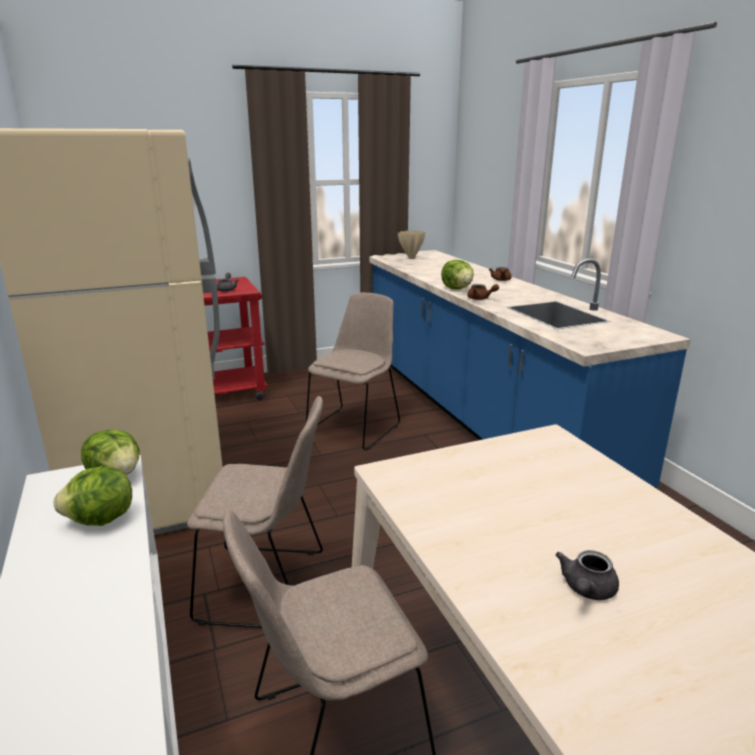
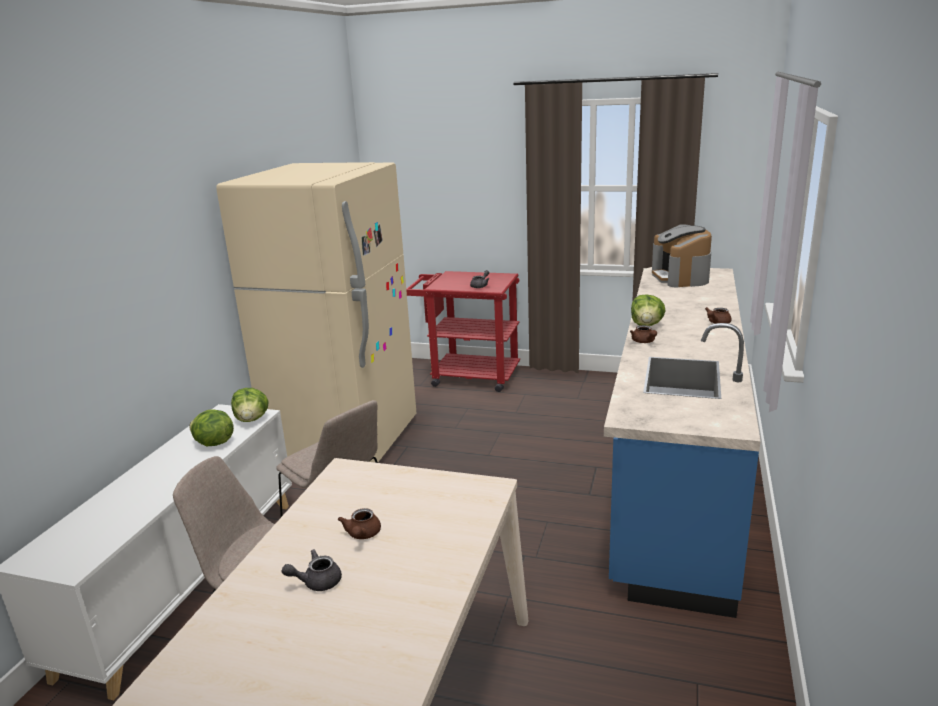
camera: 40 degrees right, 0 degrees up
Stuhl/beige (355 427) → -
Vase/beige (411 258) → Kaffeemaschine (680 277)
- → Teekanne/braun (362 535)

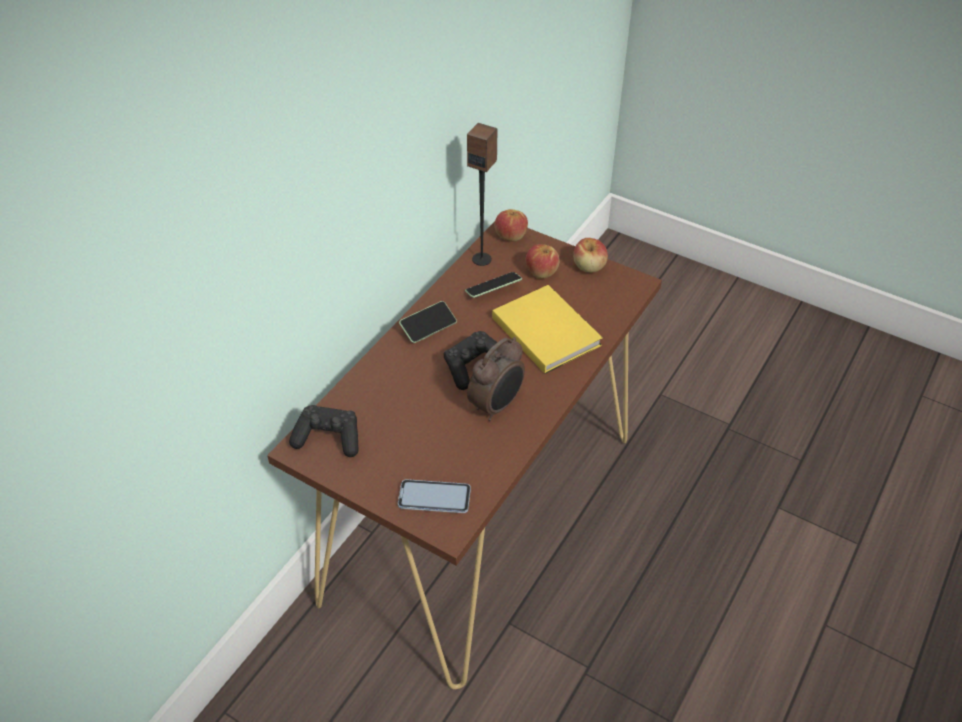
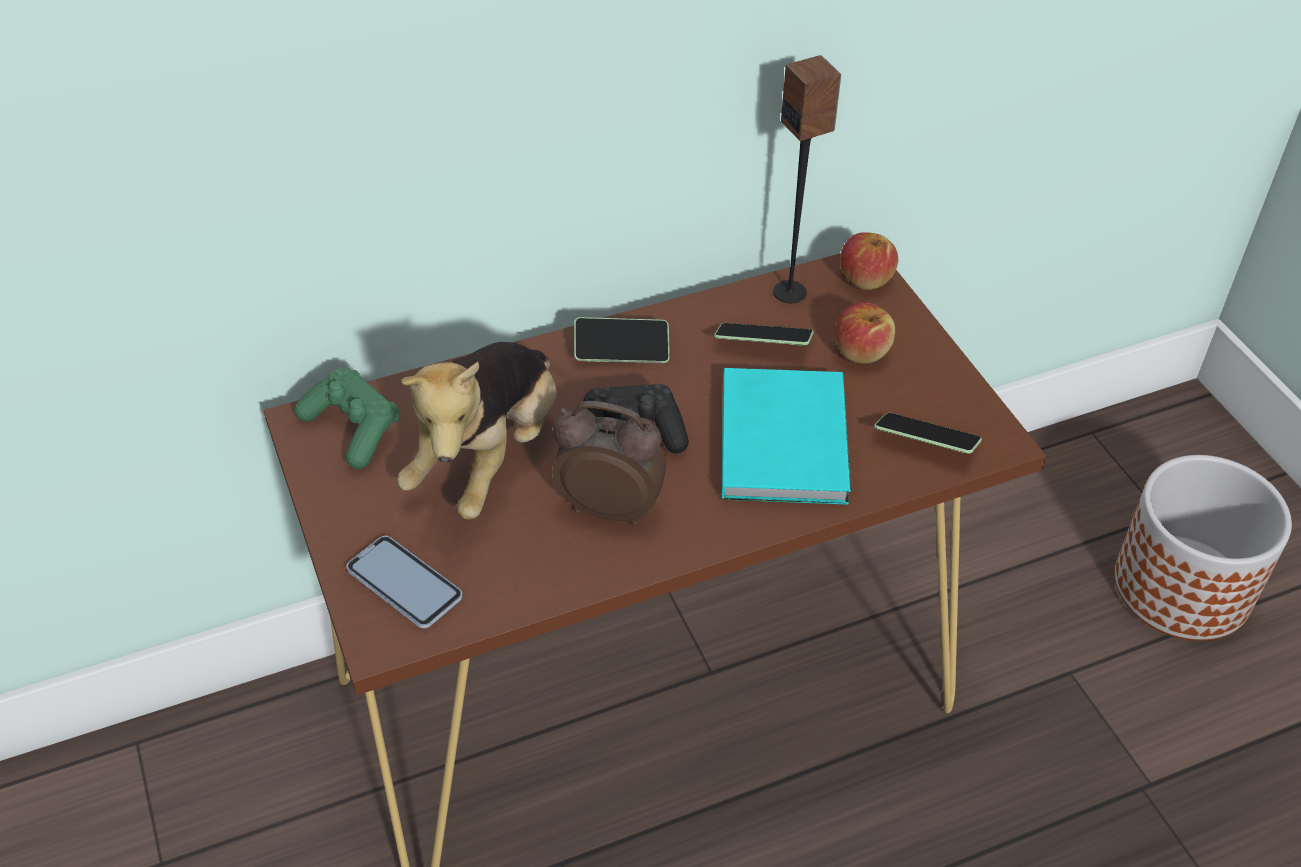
camera: 35 degrees right, 0 degrees up
Gamepad/schwarz (329 438) → Gamepad/grün (353 429)
Wecker (497 405) → Wecker (610 507), 150 degrees counterclockwise
Buch/gelb (545 329) → Buch/türkis (786 437)
Apfel (589 266) → -
- → Plüschtier (489 457)
- → Handy (925 443)
- → Pflanzkübel (1181 586)

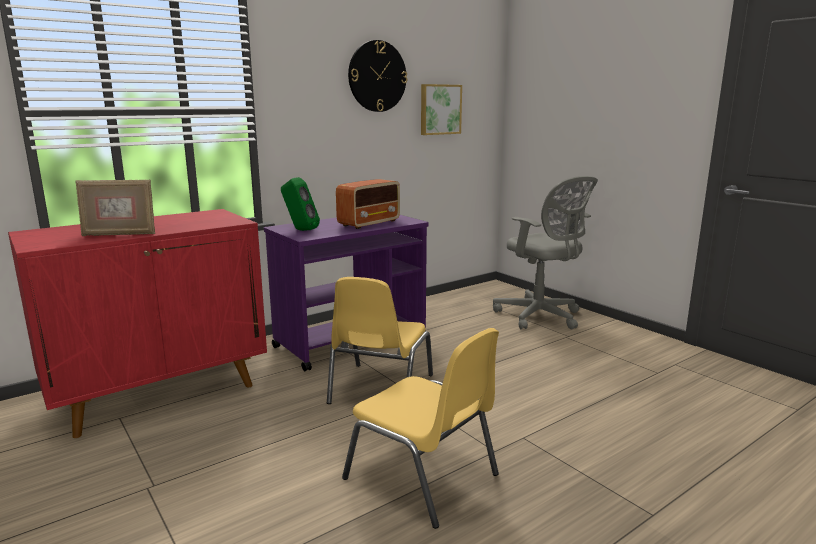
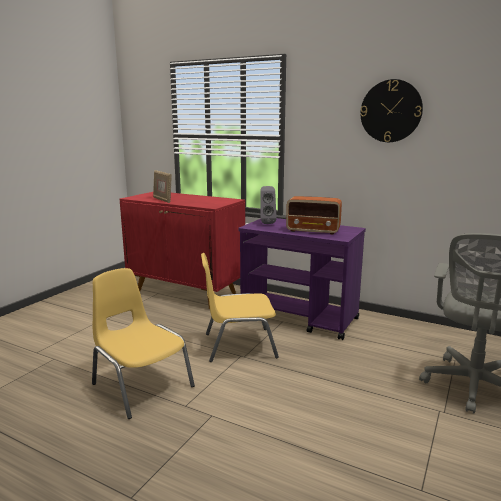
camera: 65 degrees right, 0 degrees up
Lautsprecher/grün (300 230) → Lautsprecher/grau (267 223)
Stuhl/gelb (423 477) → Stuhl/gelb (141 385), 120 degrees clockwise
Bild (439 109) → -

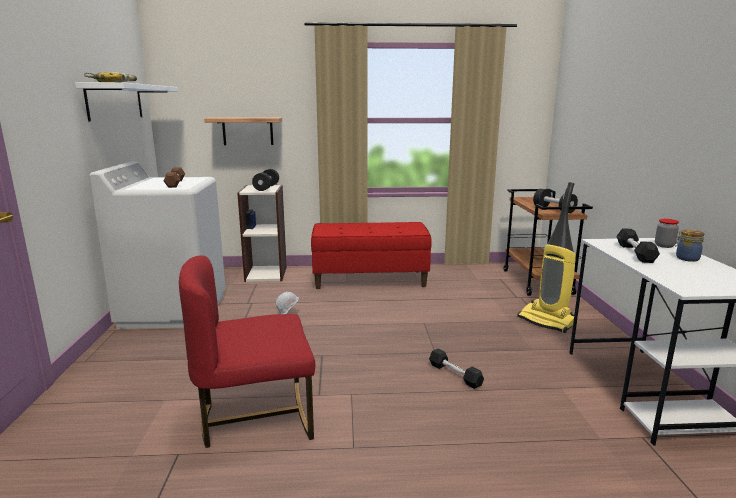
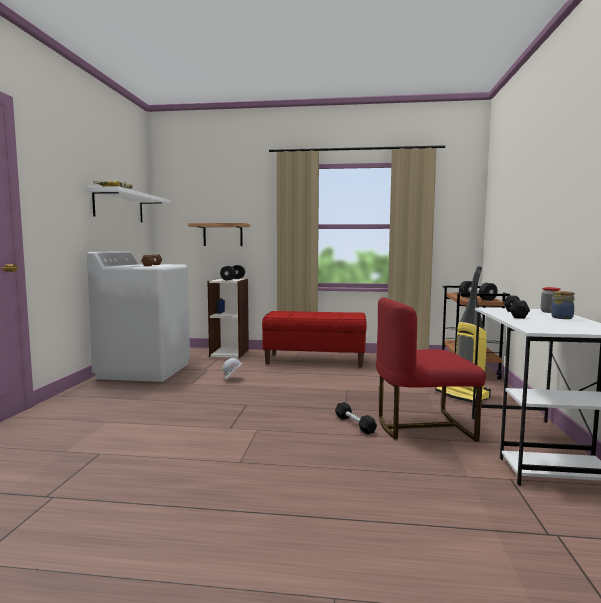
camera: 10 degrees right, 10 degrees down
Stuhl/rot (256 417) → Stuhl/rot (422 426), move

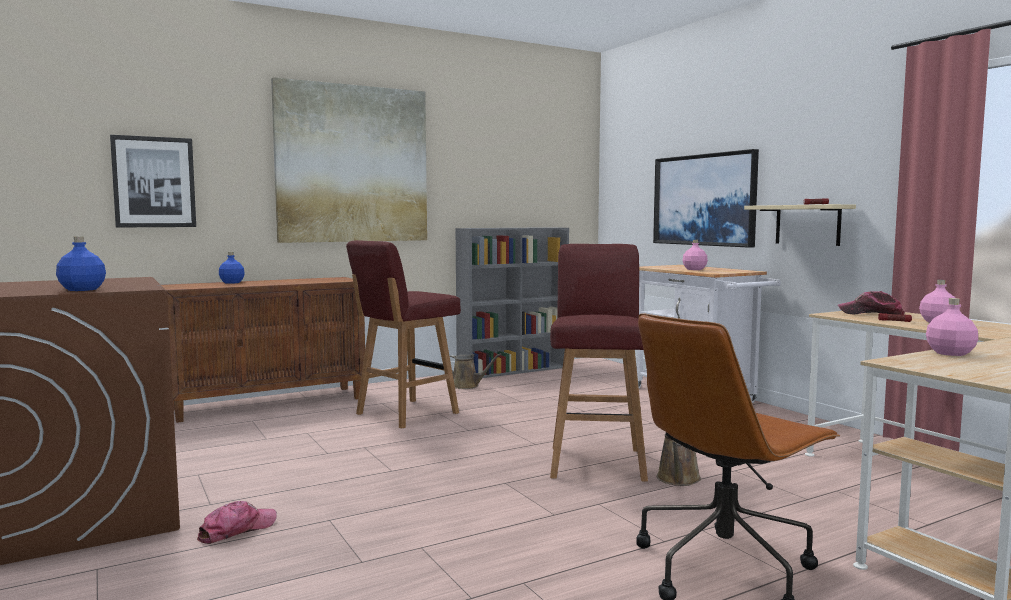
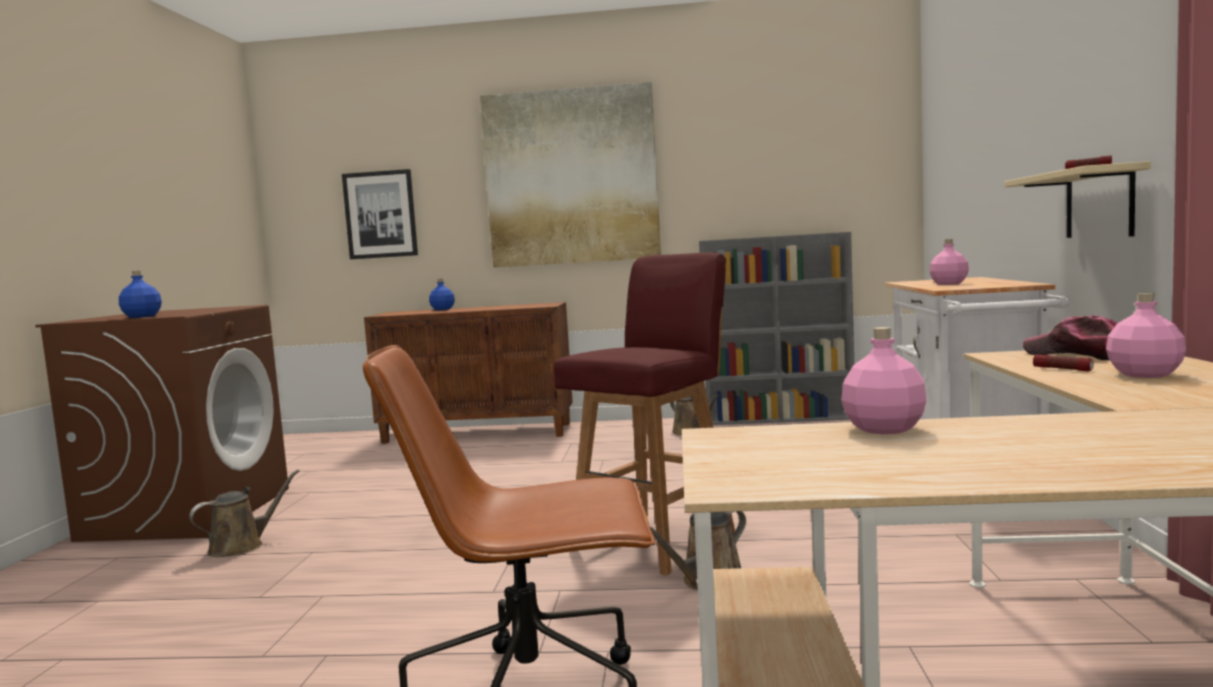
camera: 35 degrees right, 0 degrees up
Kappe (237 530) → Gießkanne/braun (241 546)
Hocker/rot (405 414) → -
Bild (704 200) → -

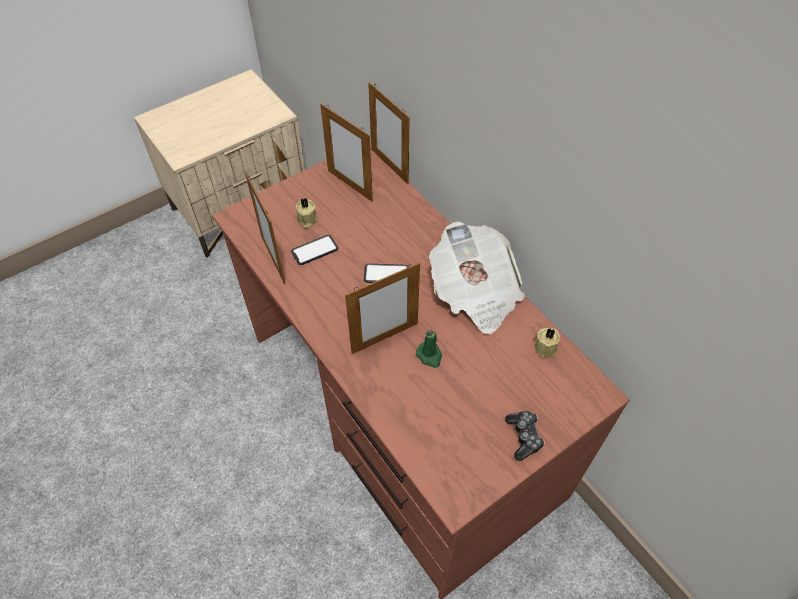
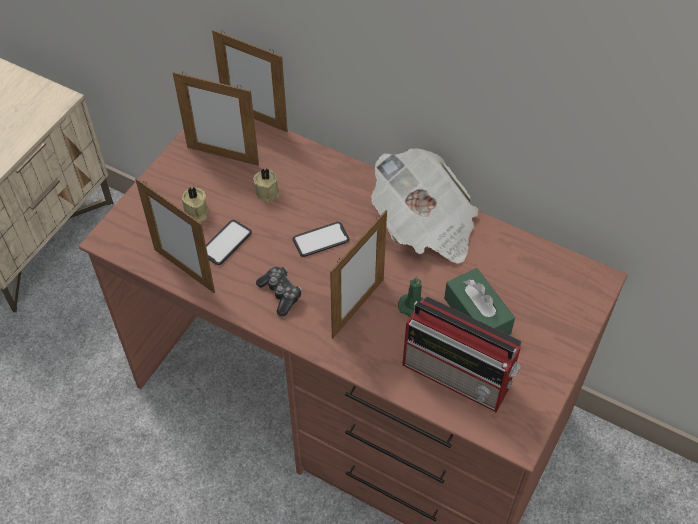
camera: 25 degrees left, 0 degrees up
Gamepad (524 437) → Gamepad (280 294), move
Kerze/beige (546 347) → Kerze/beige (268 191), move
- → Radio (458 376)
- → Taschentuchbox/grün (477 316)

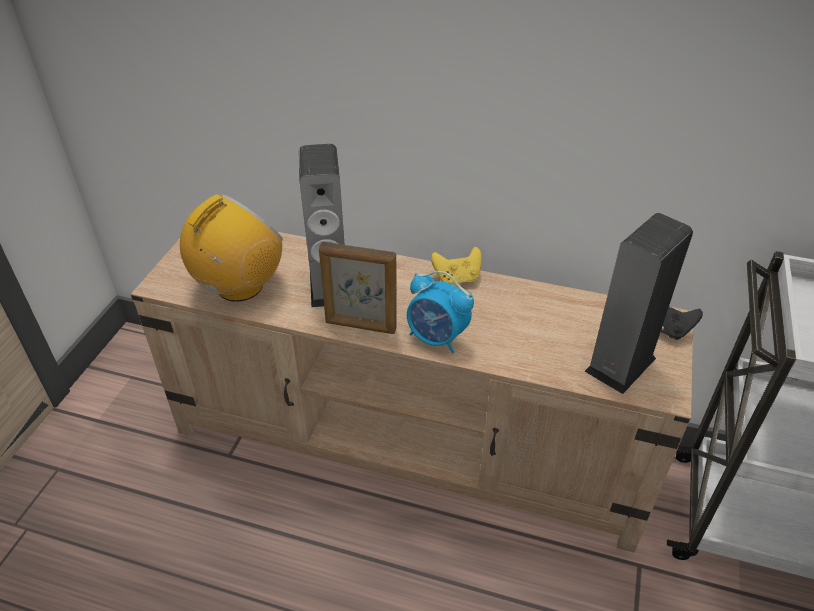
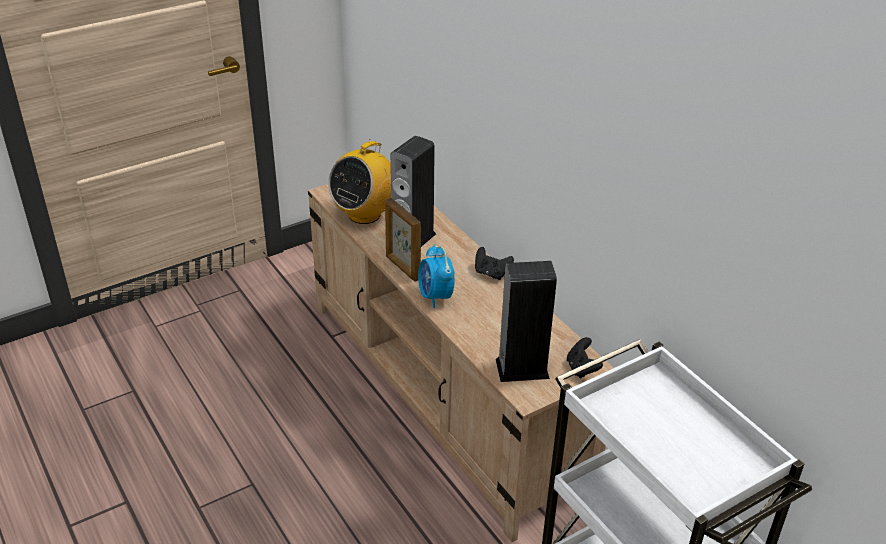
camera: 40 degrees right, 5 degrees down
Radio (239 287) → Radio (364 214), 135 degrees clockwise
Gamepad/gelb (457 278) → Gamepad/schwarz (491 273)

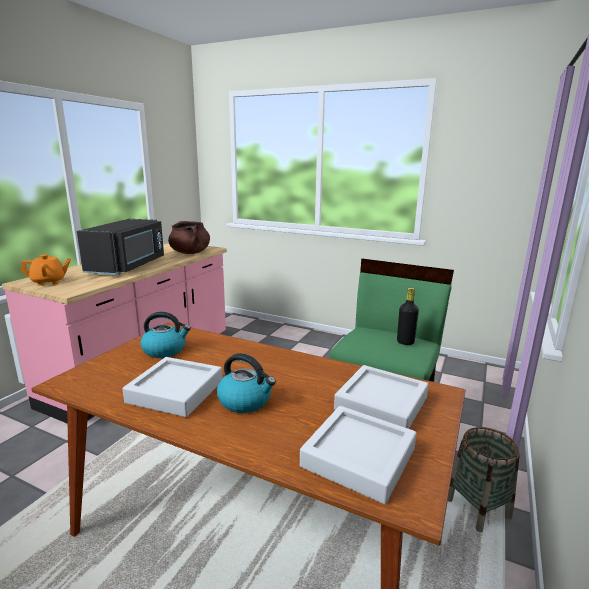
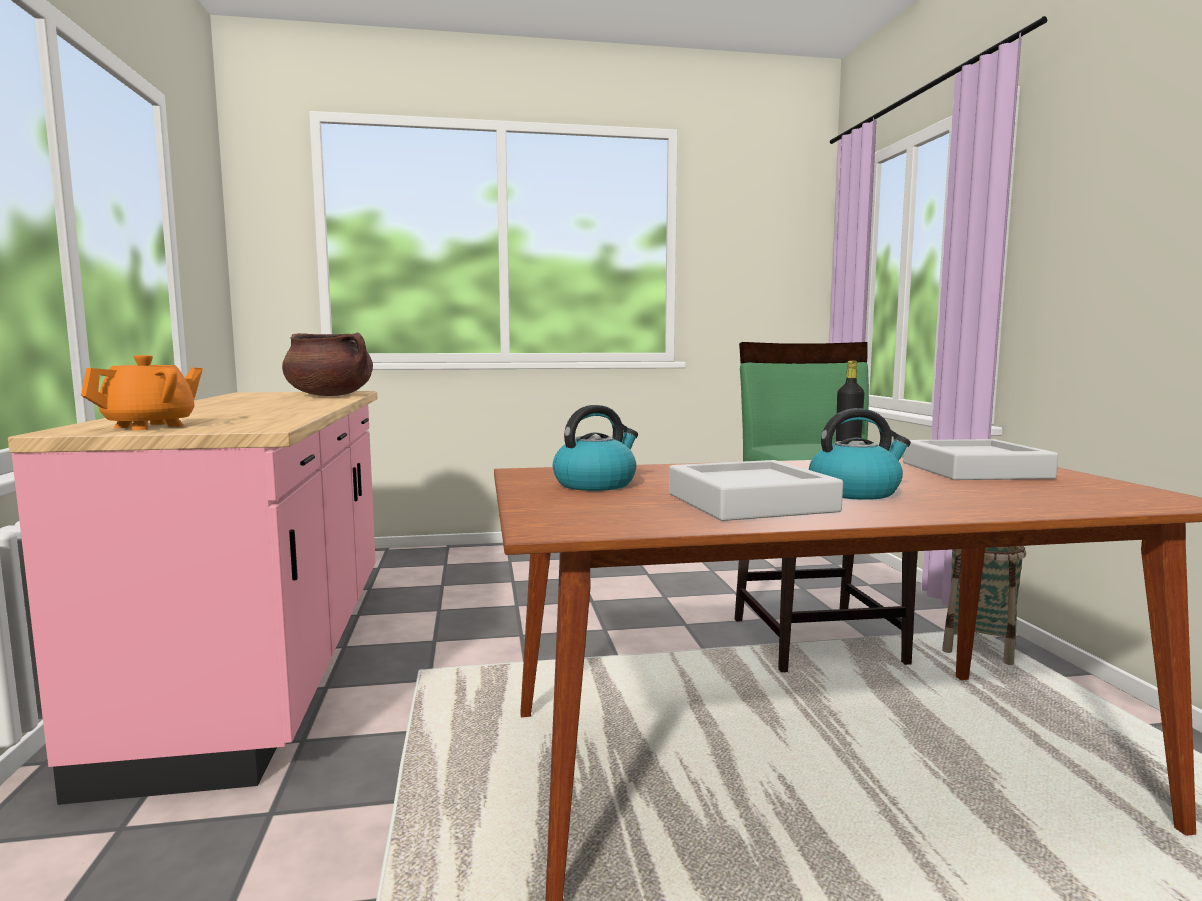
camera: 35 degrees left, 10 degrees down
Mikrowelle/schwarz (129 266) → -
Tablett/grau (358 457) → -

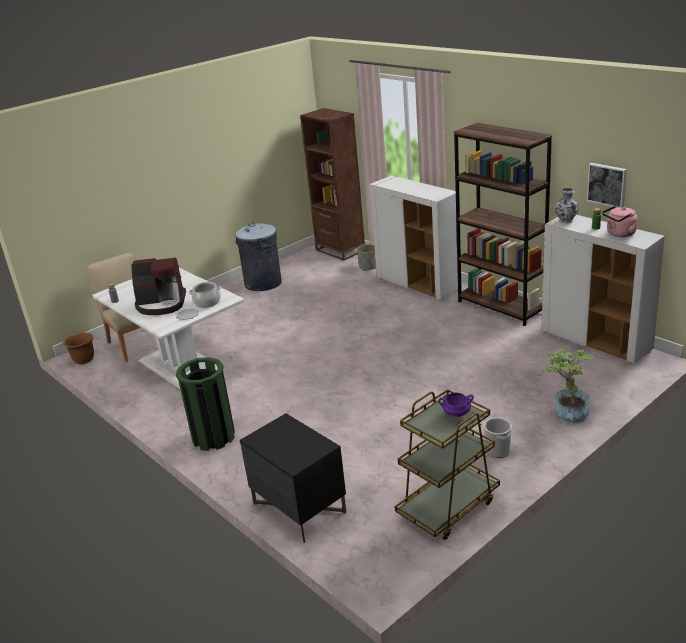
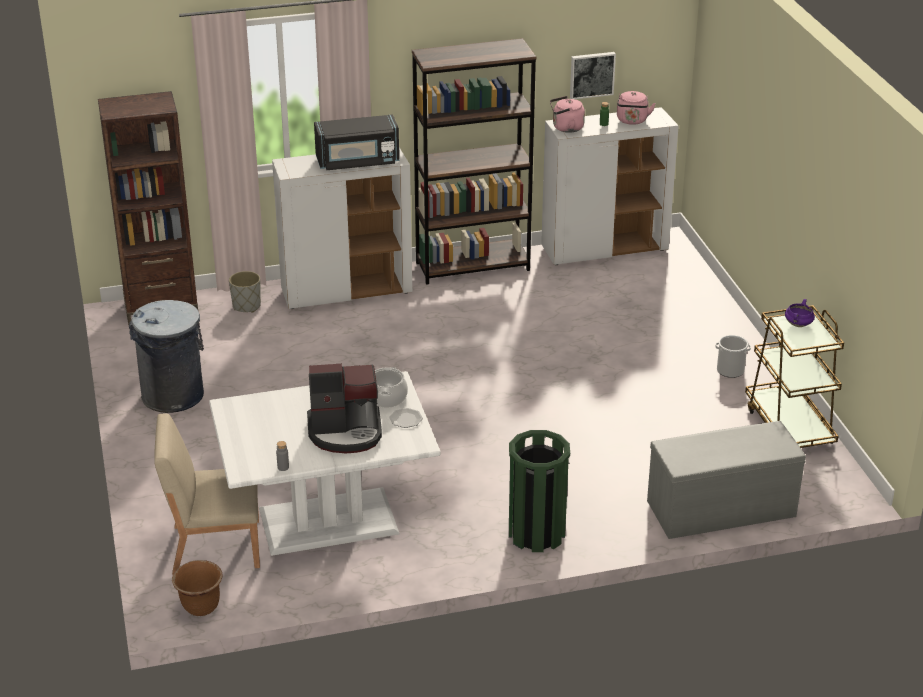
camera: 65 degrees left, 5 degrees up
Kaffeemaschine (161 304) → Kaffeemaschine (346 432), 60 degrees clockwise
Nachttisch/schwarz (298 508) → Bank/grau (720 510)
Topfpflanze (566 413) → -
Vase (566 220) → Wasserkessel/rosa (566 128)
- → Mikrowelle/schwarz (357 162)

